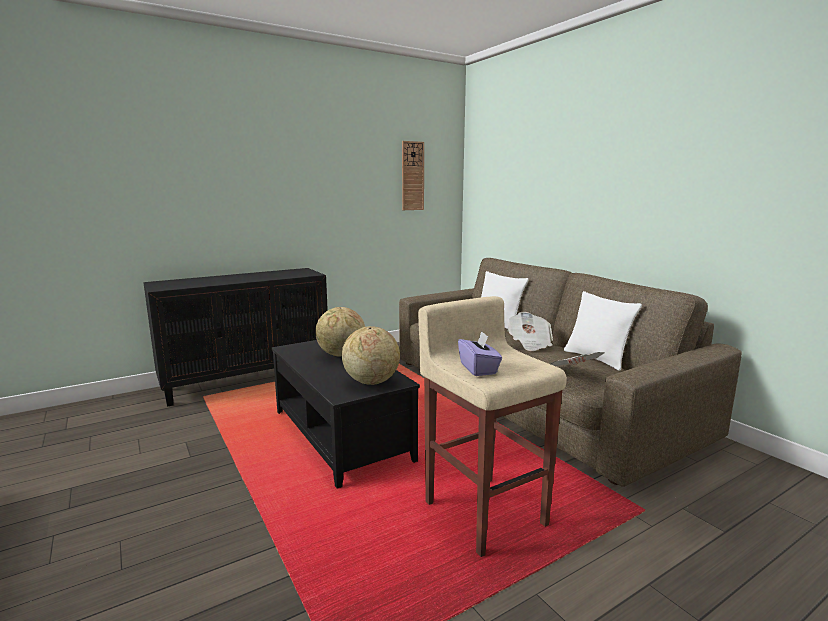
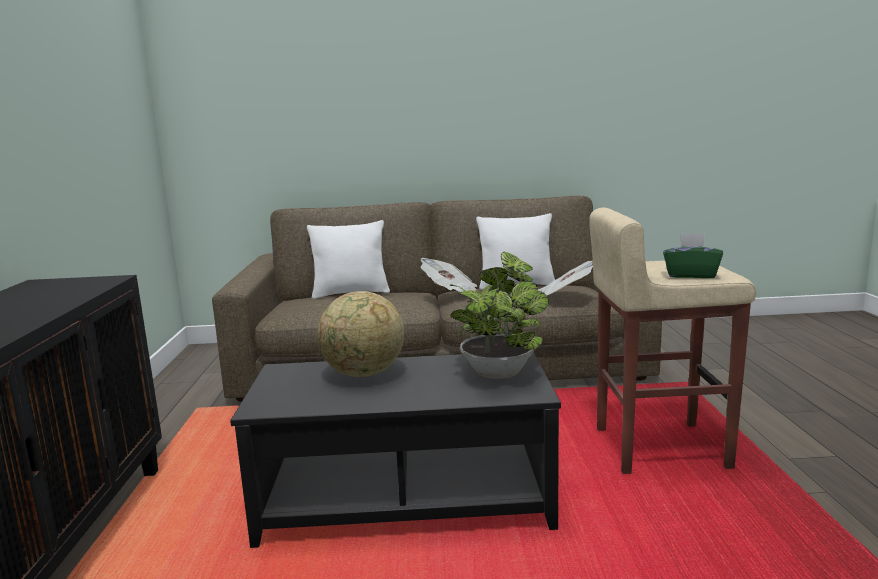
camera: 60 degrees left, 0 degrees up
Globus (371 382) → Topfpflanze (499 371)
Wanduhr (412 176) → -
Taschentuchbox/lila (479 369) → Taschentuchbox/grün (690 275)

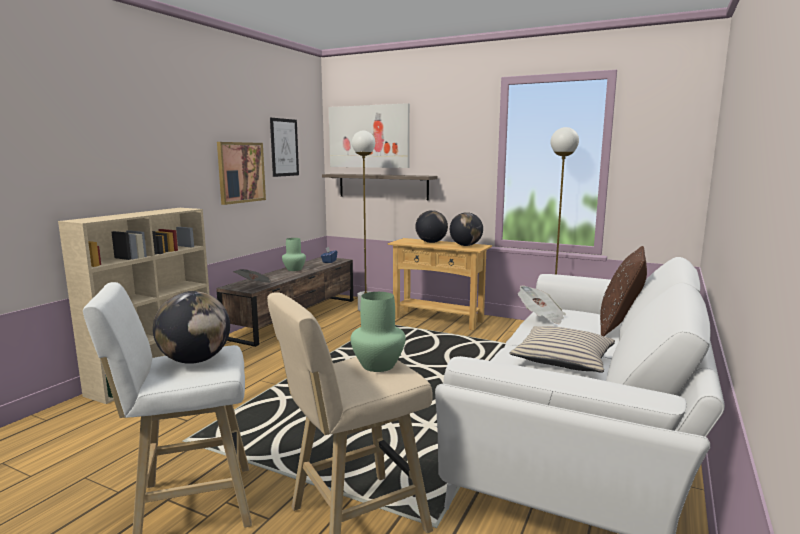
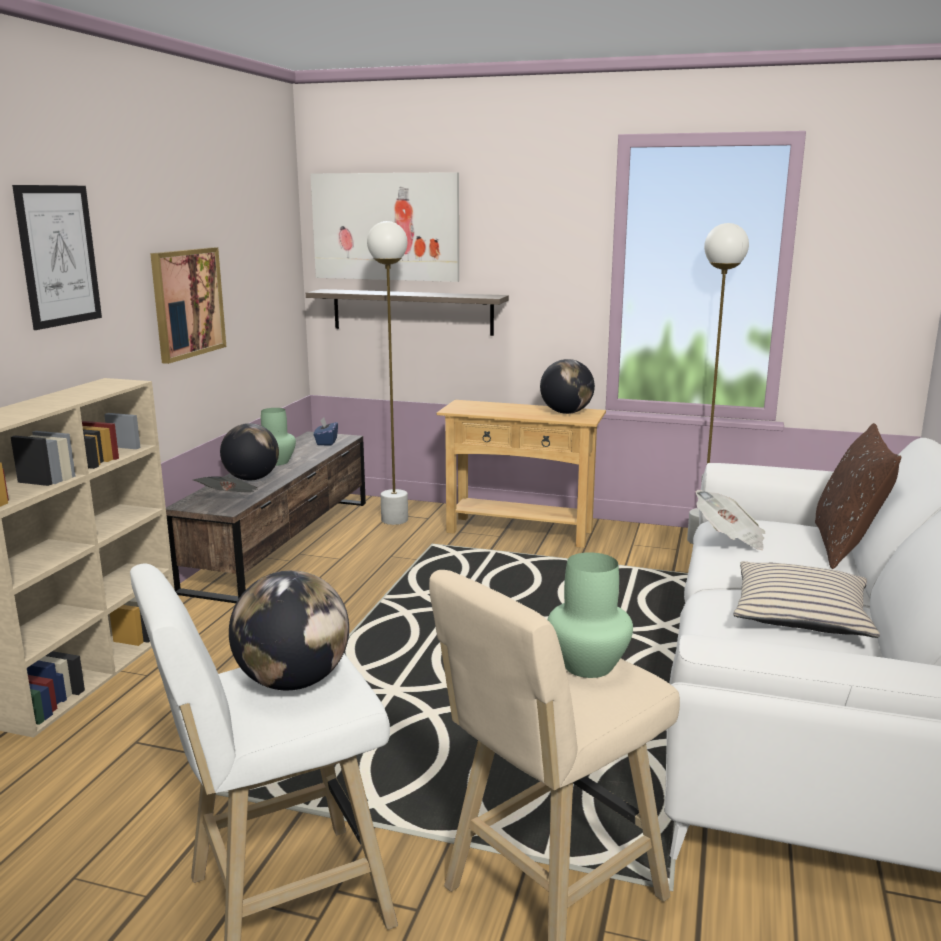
camera: 10 degrees left, 5 degrees up
Bild (284 147) → Bild (58 256), move
Globus (431 242) → Globus (251 479), move

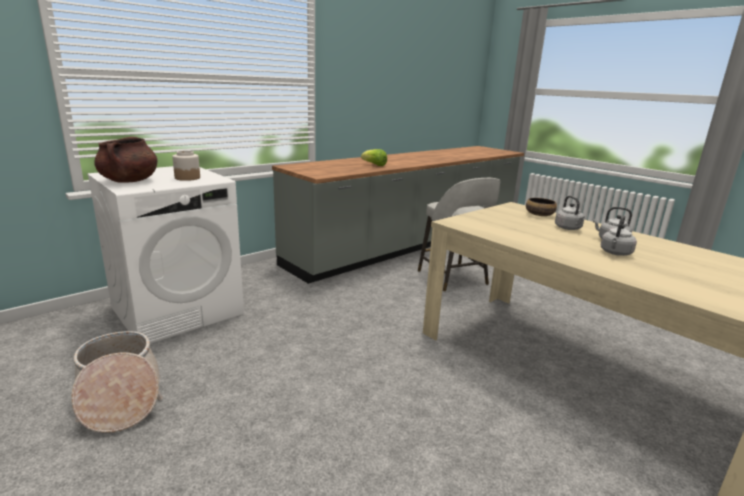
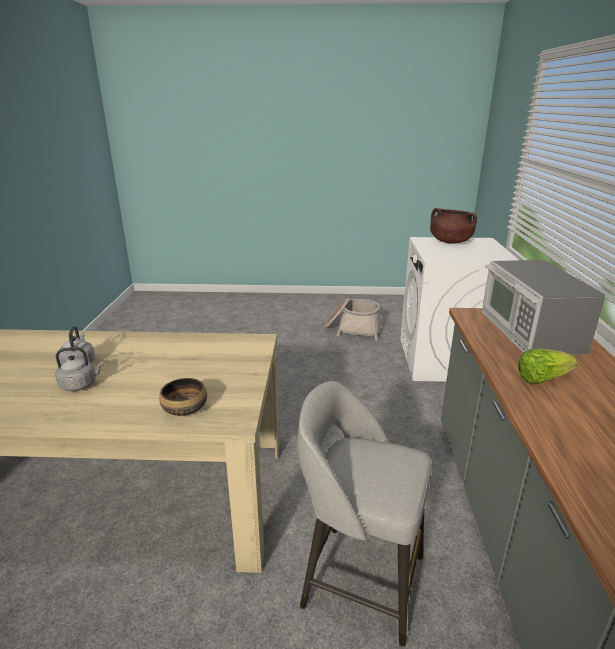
camera: 135 degrees right, 5 degrees up
Vorratsglas (187 178) → -
Wasserkessel/grau (568 228) → -
- → Mikrowelle (528 331)

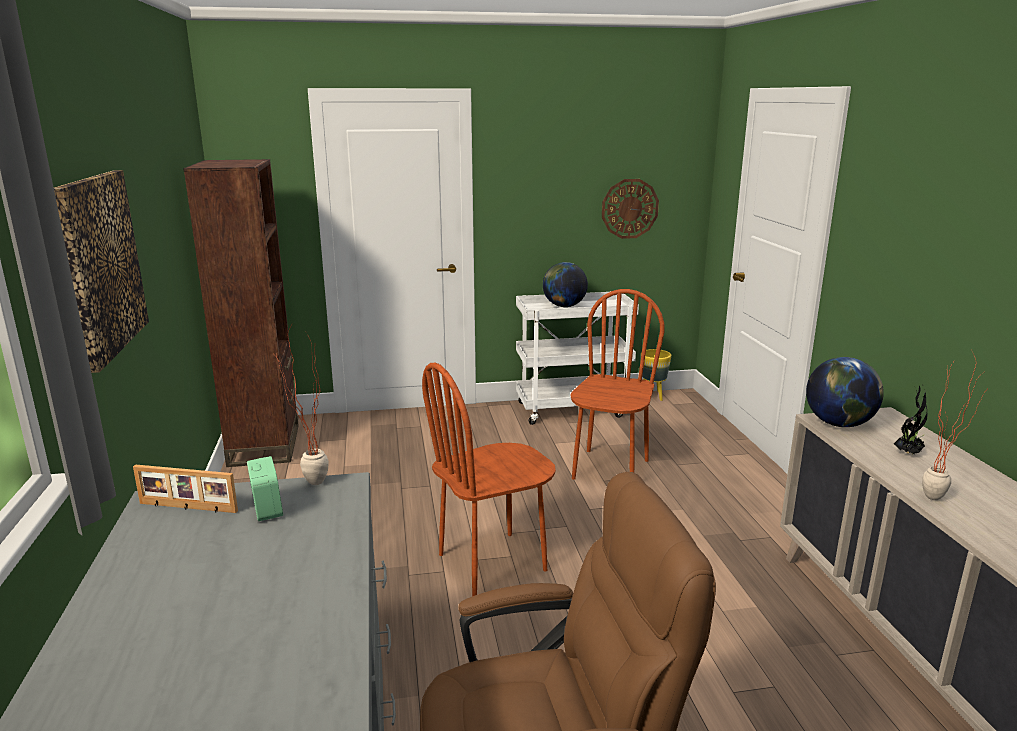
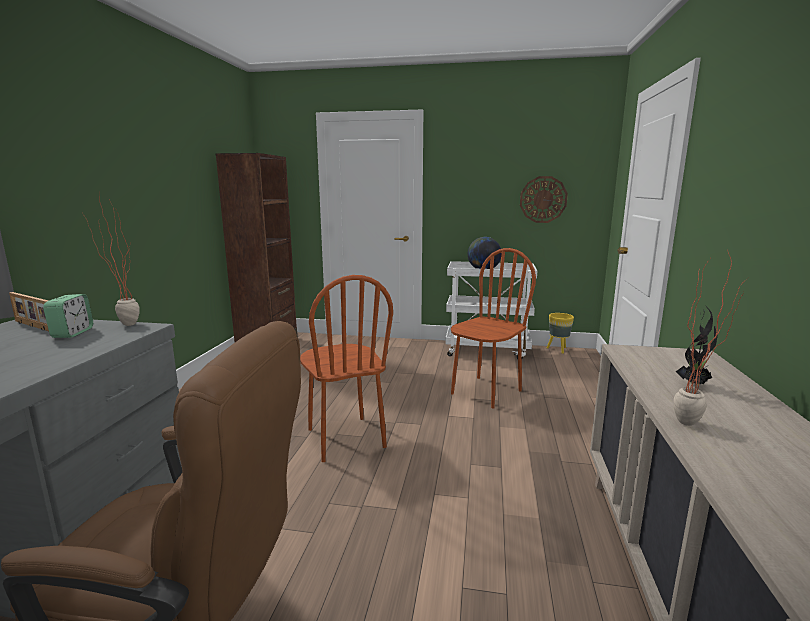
camera: 20 degrees right, 5 degrees down
Bild (101 265) → -
Stuhl/braun (492 563) → Stuhl/braun (345 438), 105 degrees counterclockwise
Globus (839 424) → -

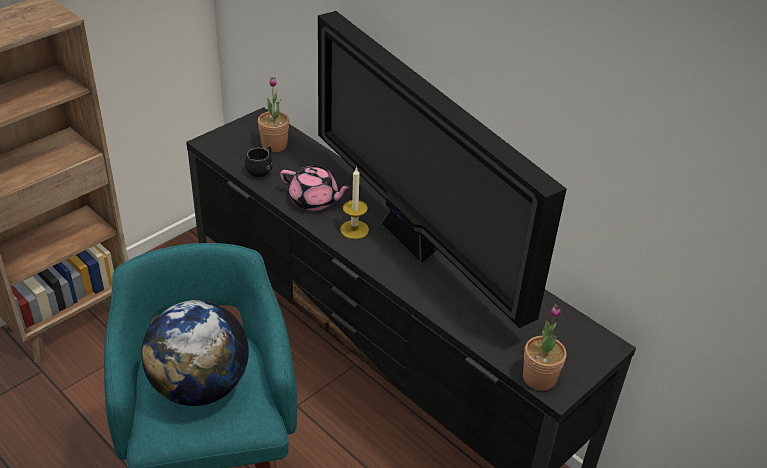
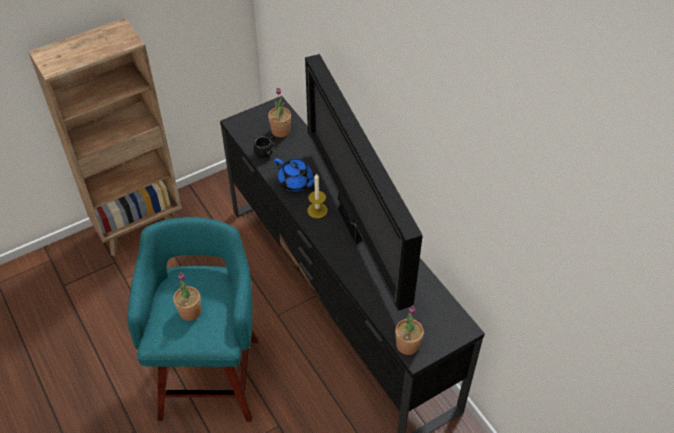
camera: 15 degrees right, 10 degrees up
Globus (200 387) → Topfpflanze (190 311)
Teekanne/rosa (314 201) → Teekanne/blau (296 182)

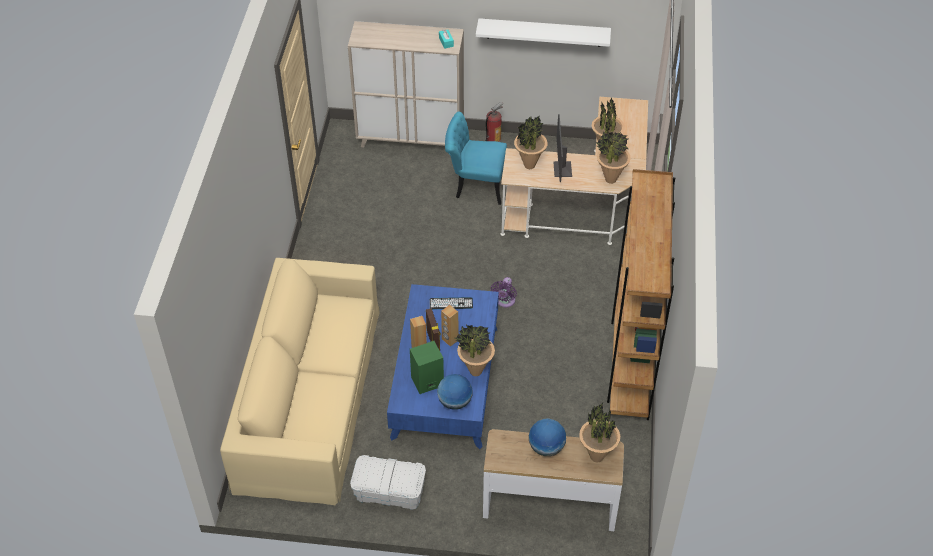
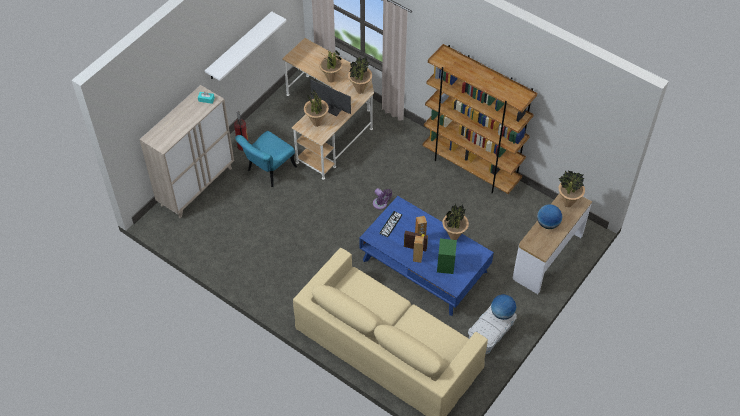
camera: 60 degrees left, 5 degrees up
Globus (454 402) → Globus (502 313), move

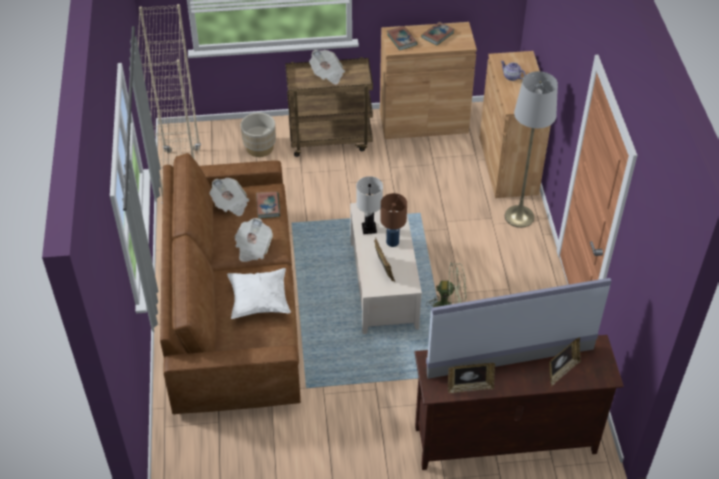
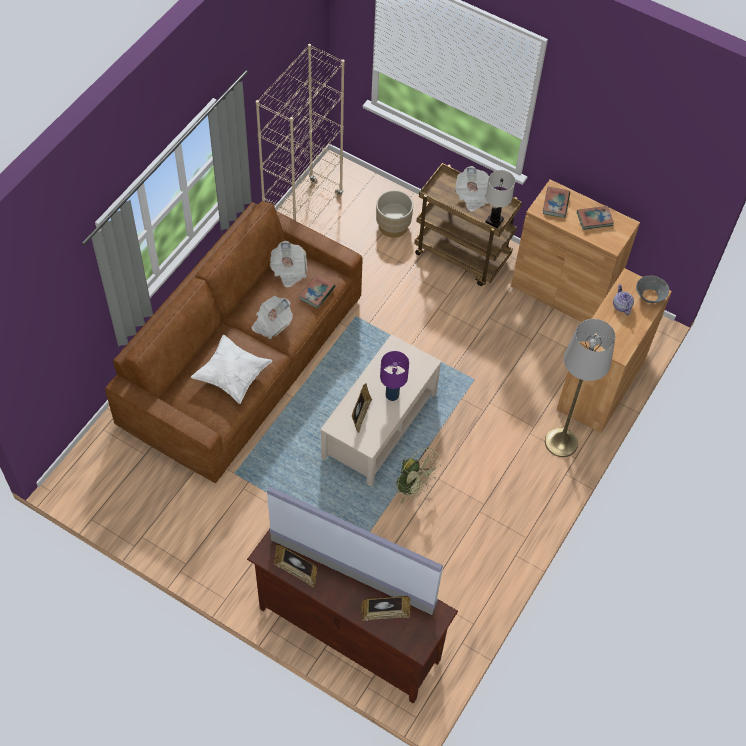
camera: 35 degrees right, 10 degrees up
Tischlampe/weiß (369 228) → Tischlampe/weiß (494 221), move
Tischlampe/braun (393 242) → Tischlampe/lila (392 395)
- → Schüssel/grau (650 296)

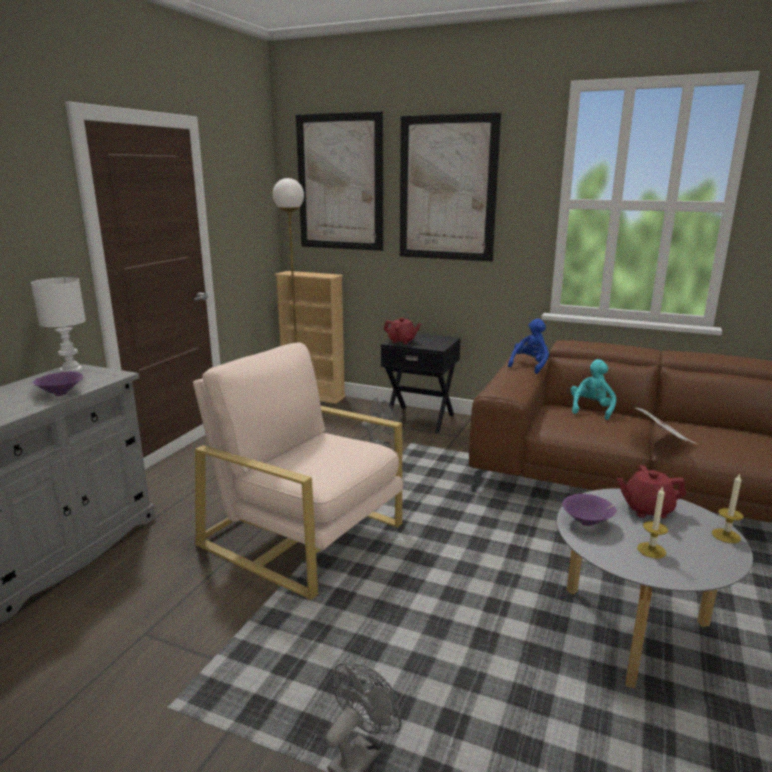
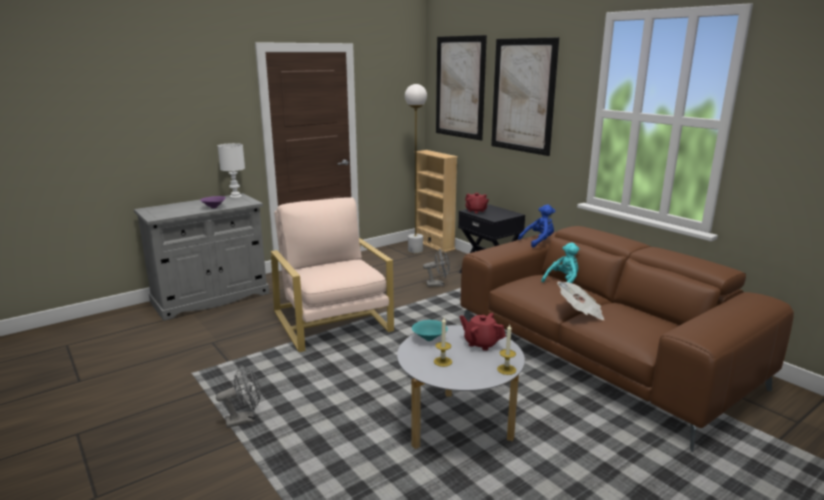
camera: 30 degrees right, 0 degrees up
Schüssel/lila (588 523) → Schüssel/türkis (430 339)

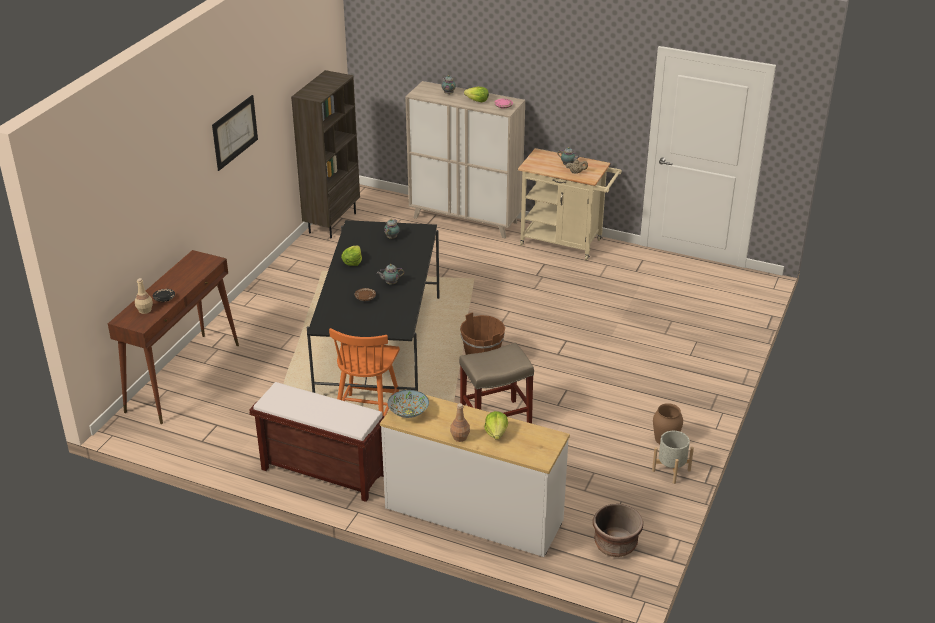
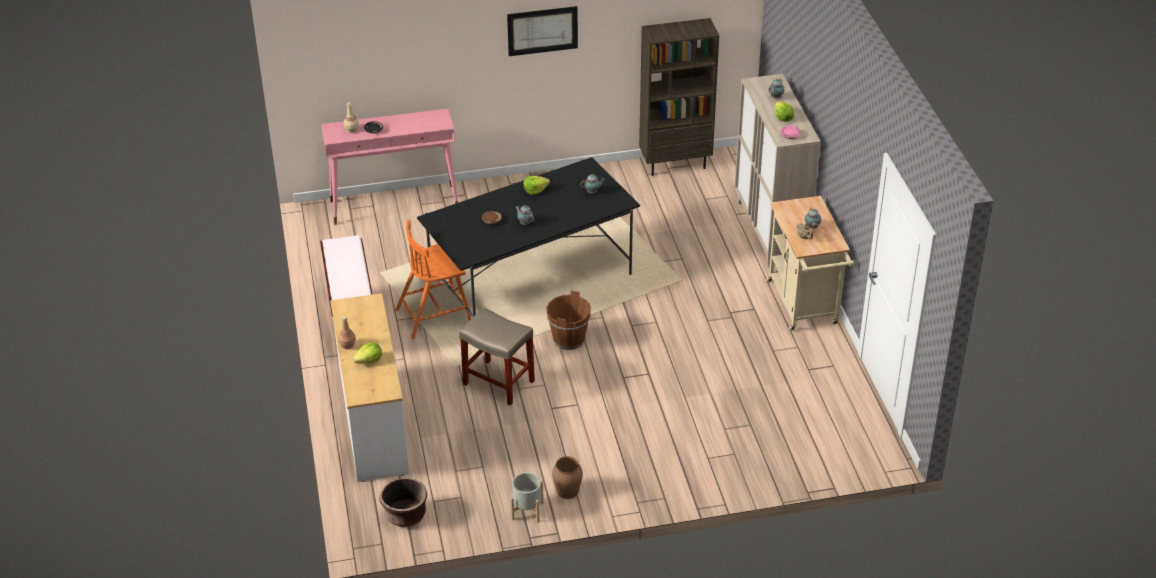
camera: 55 degrees right, 5 degrees up
Konsolentisch/braun (183 377) → Konsolentisch/rosa (395 204)
Schüssel (408 412) → -

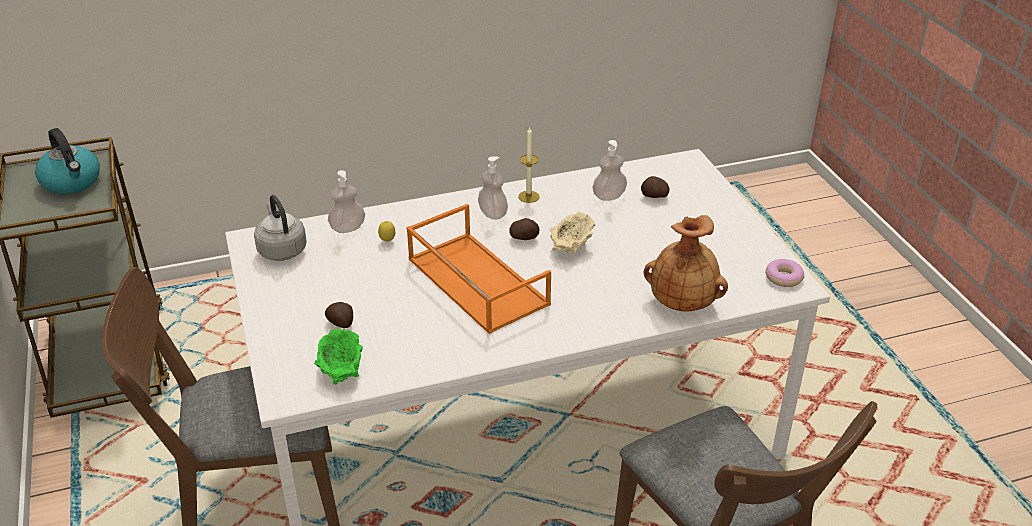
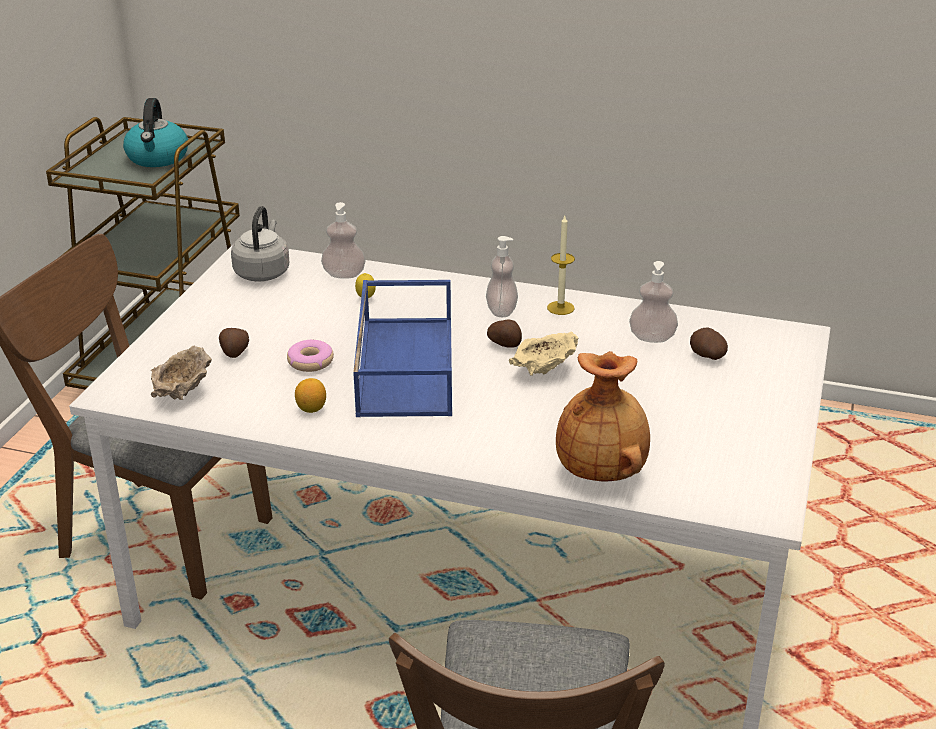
camera: 35 degrees right, 5 degrees down
Schüssel/grün (340 371) → Schüssel/beige (182 393)
Tablett/orange (475 281) → Tablett/blau (403 365)
Donut (783 277) → Donut (310 362), move
- → Zitrone (311 408)

